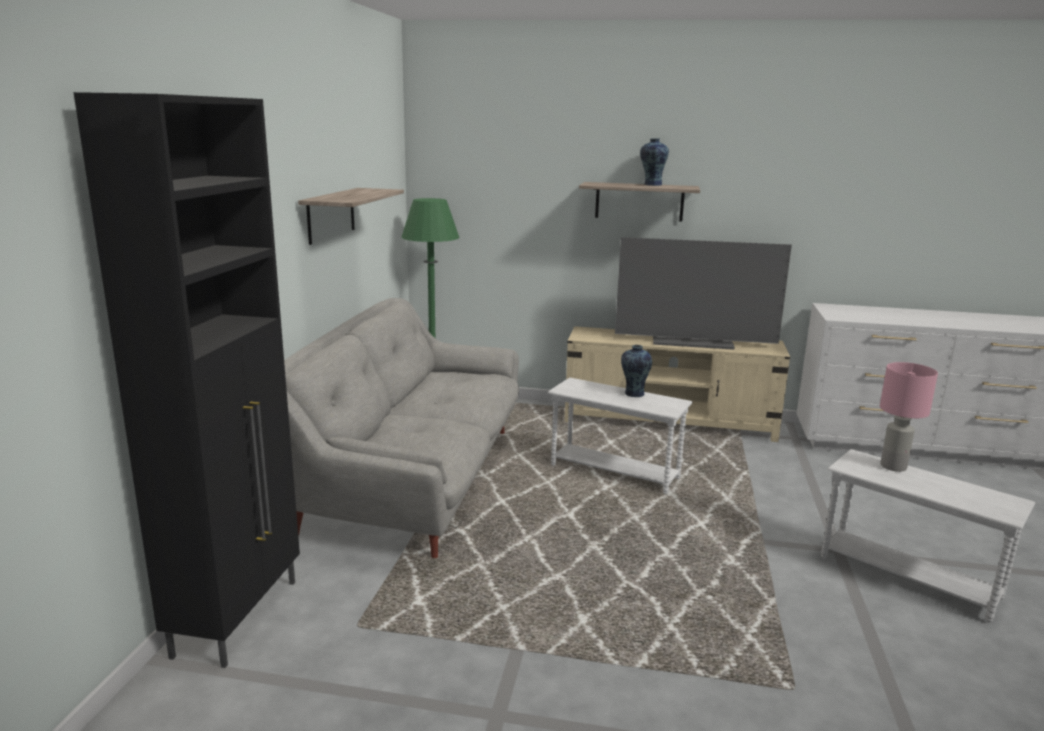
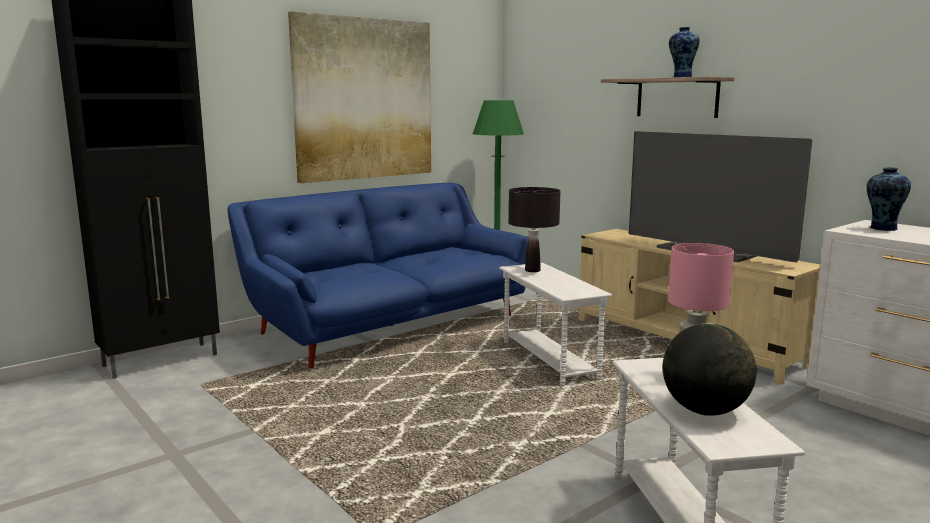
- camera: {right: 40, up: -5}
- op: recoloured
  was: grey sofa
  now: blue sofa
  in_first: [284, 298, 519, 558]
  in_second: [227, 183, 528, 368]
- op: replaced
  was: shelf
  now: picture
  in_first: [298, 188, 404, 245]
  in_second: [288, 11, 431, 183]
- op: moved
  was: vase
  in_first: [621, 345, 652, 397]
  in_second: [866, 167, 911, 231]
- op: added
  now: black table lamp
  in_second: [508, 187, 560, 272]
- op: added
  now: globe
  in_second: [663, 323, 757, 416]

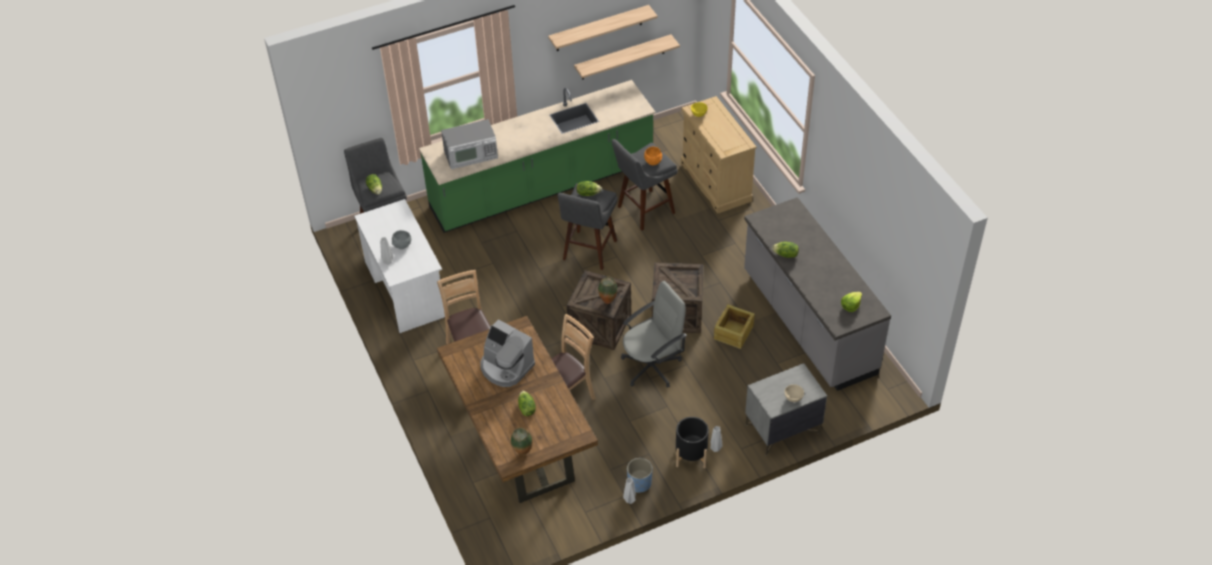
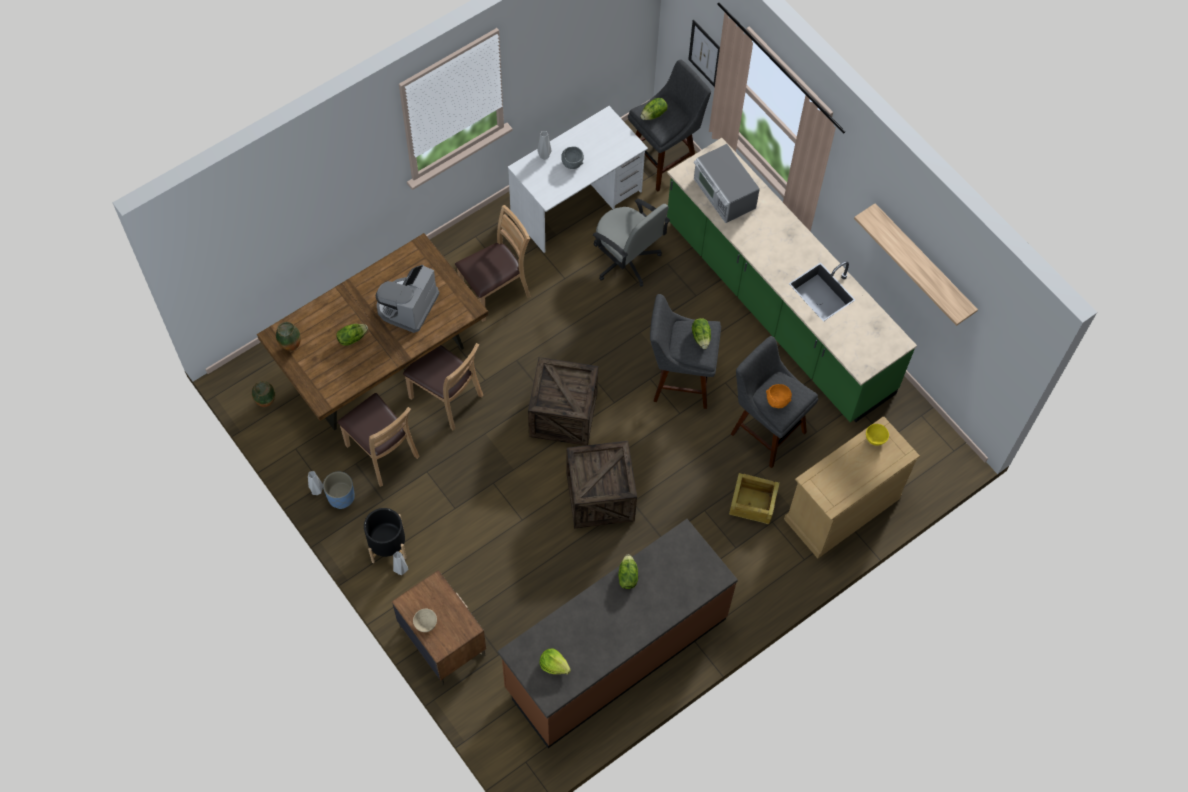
- camera: {right: 75, up: 15}
- op: removed
  was: shelf
  in_first: [574, 34, 680, 80]
- op: moved
  was: vase
  in_first: [598, 276, 617, 304]
  in_second: [252, 381, 275, 407]
- op: moved
  was: grey office chair
  in_first: [621, 281, 687, 388]
  in_second: [593, 199, 670, 287]
- op: moved
  was: crate
  in_first: [714, 304, 755, 349]
  in_second: [729, 473, 780, 524]
- op: recoloured
  was: grey counter
  now: brown counter
  in_first: [744, 197, 891, 391]
  in_second: [498, 519, 738, 748]
- op: recoloured
  was: grey nightstand
  now: brown nightstand
  in_first: [745, 363, 827, 456]
  in_second: [392, 570, 486, 686]
- op: added
  now: brown chair
  in_second: [338, 393, 420, 487]
- op: added
  now: picture
  in_second: [688, 20, 720, 87]

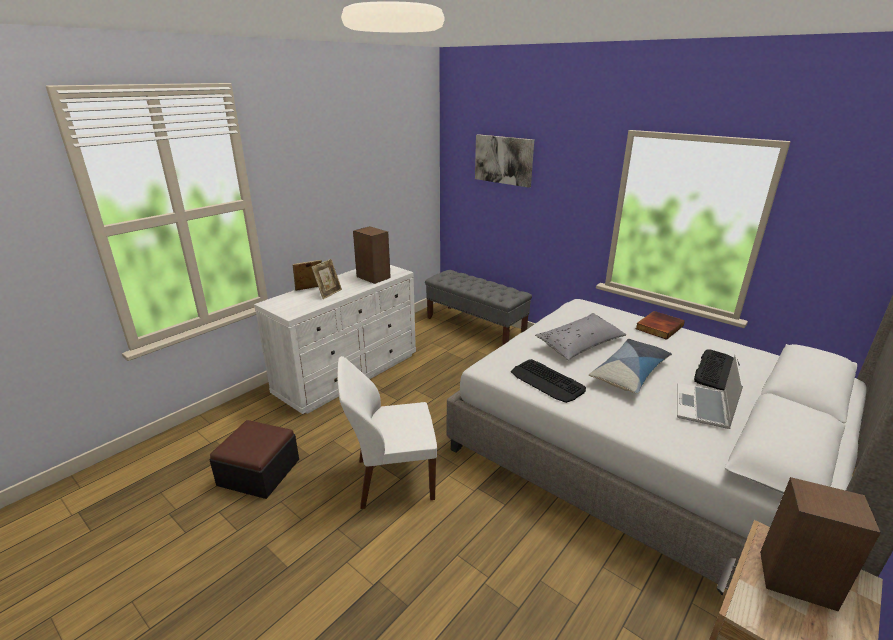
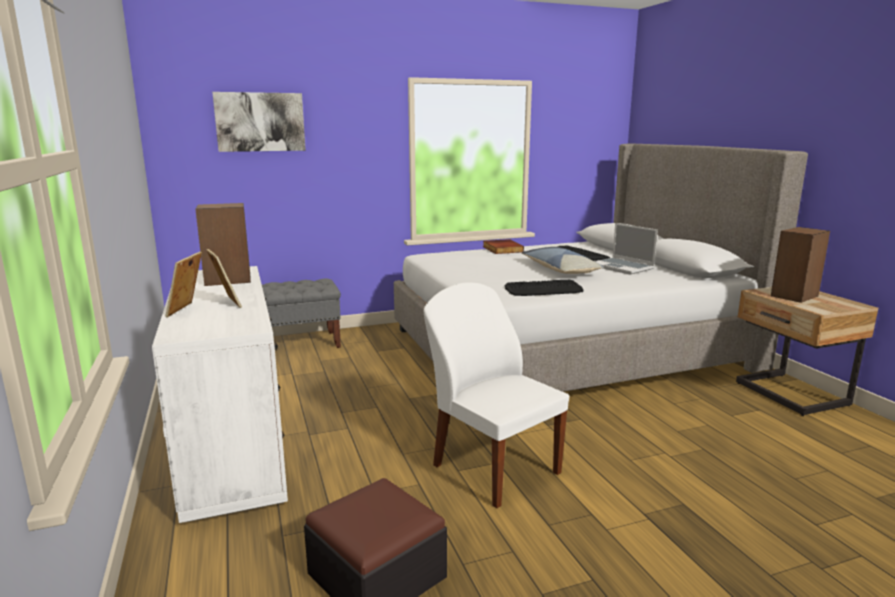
- camera: {right: -60, up: -10}
- op: turned
  was: white chair
  in_first: [337, 356, 437, 509]
  in_second: [424, 283, 569, 508]
  clockwise: 120
- op: removed
  was: grey pillow
  in_first: [535, 313, 626, 360]

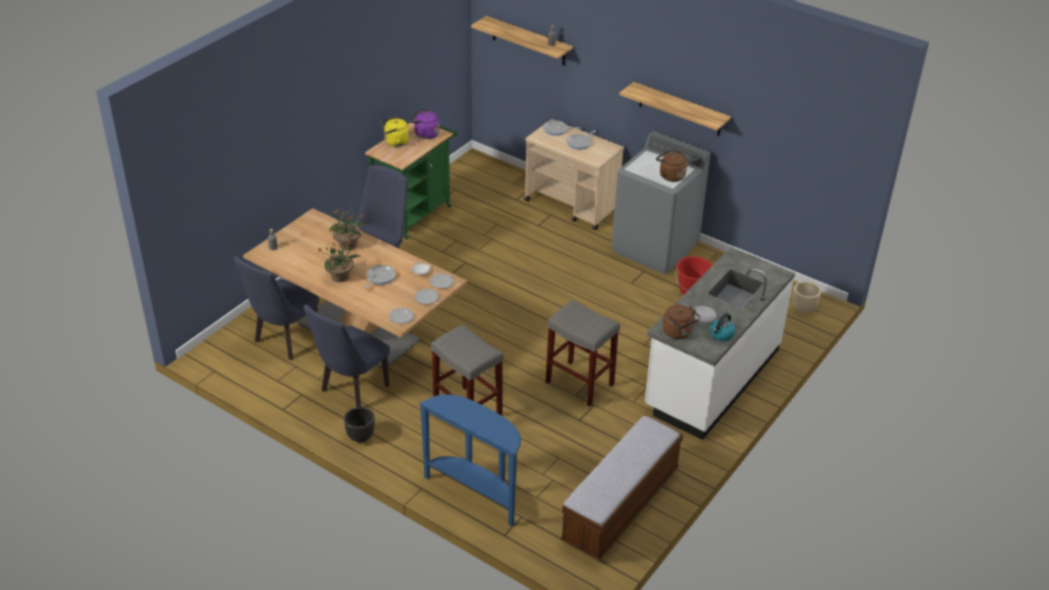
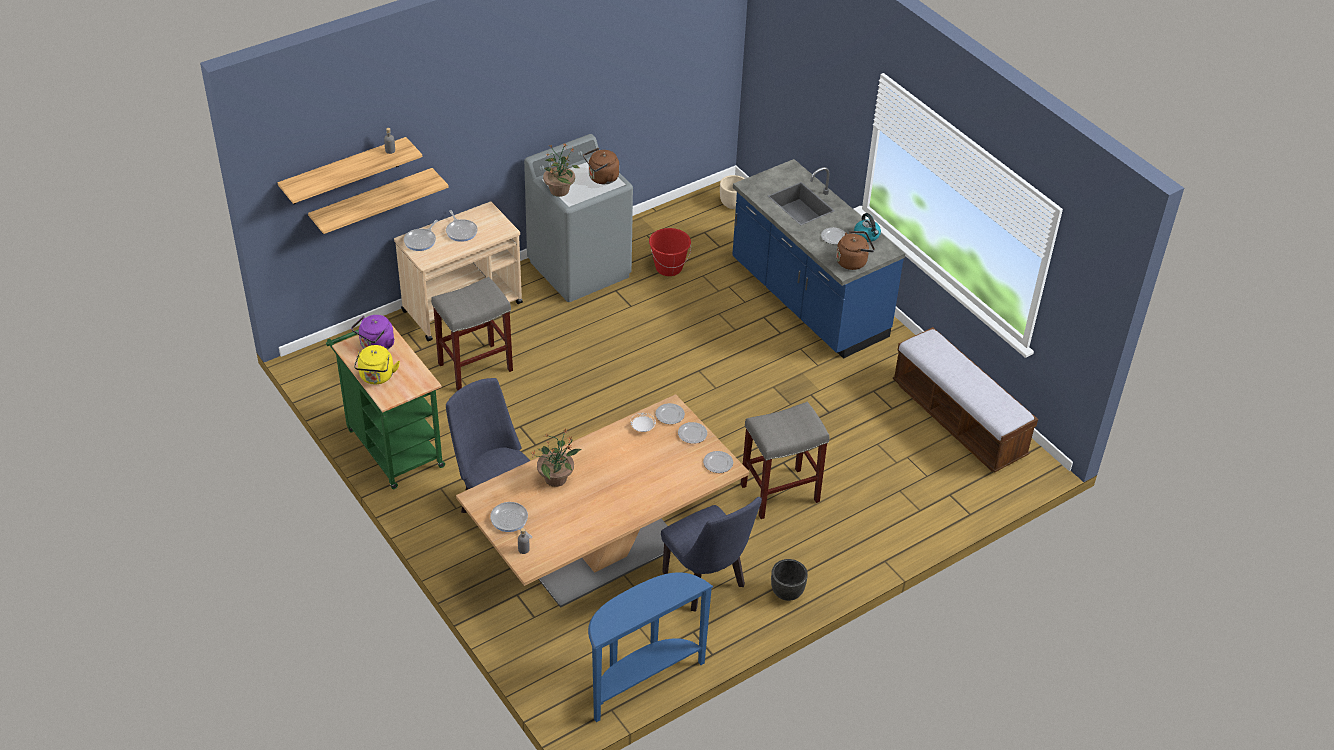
- camera: {right: -70, up: 5}
- op: removed
  was: blue chair
  in_first: [234, 256, 319, 360]
- op: moved
  was: potted plant
  in_first: [318, 236, 362, 282]
  in_second: [543, 143, 579, 197]
- op: moved
  was: frying pan
  in_first: [363, 265, 396, 289]
  in_second: [490, 502, 532, 539]
- op: moved
  was: blue console table
  in_first: [419, 394, 521, 526]
  in_second: [588, 572, 713, 722]
- op: moved
  was: grey stool
  in_first: [546, 300, 620, 407]
  in_second: [431, 277, 513, 390]
- op: moved
  was: shelf
  in_first: [619, 82, 731, 136]
  in_second: [308, 168, 449, 234]
- op: recoloured
  was: white counter
  now: blue counter
  in_first: [645, 247, 795, 440]
  in_second: [732, 159, 905, 359]

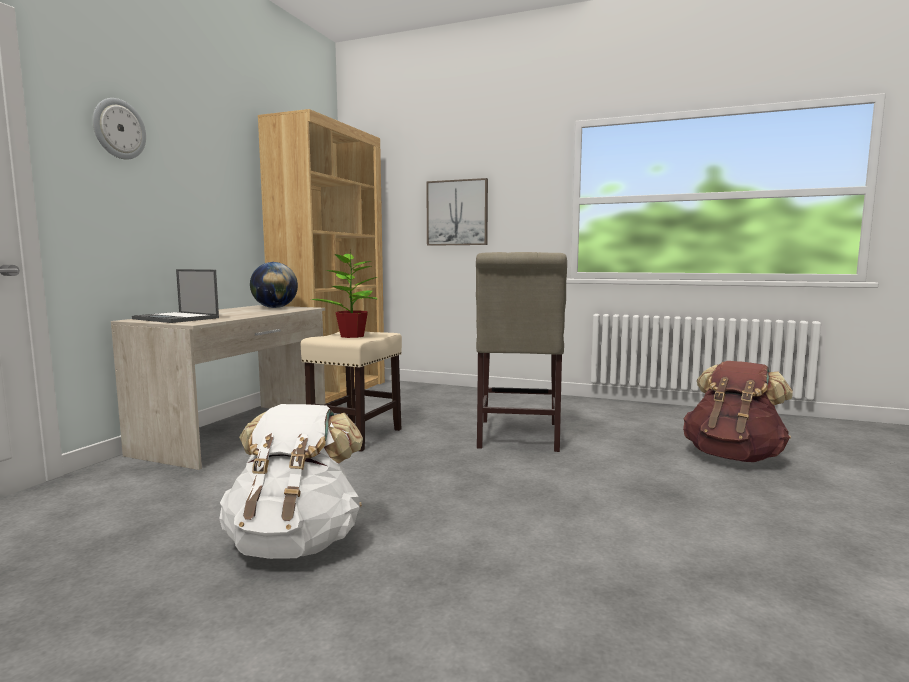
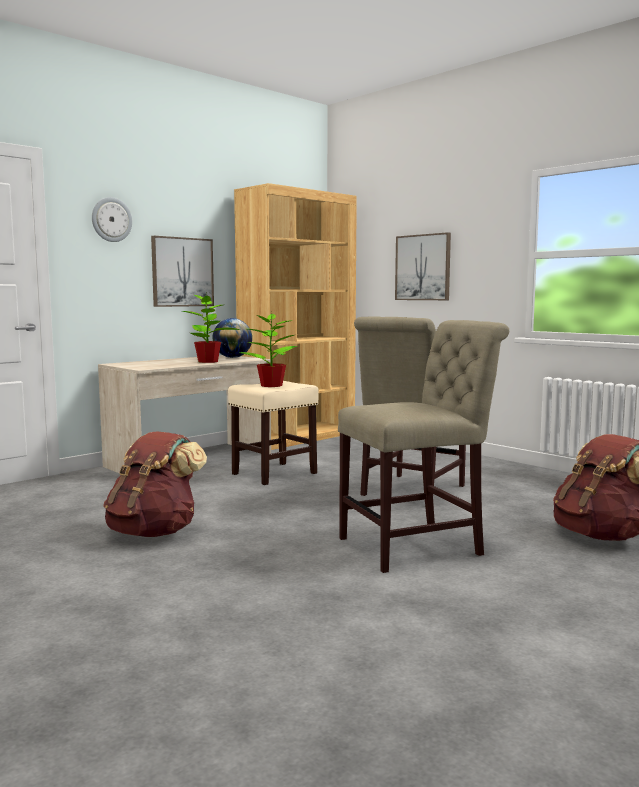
- camera: {right: 25, up: 0}
- op: removed
  was: laptop
  in_first: [132, 269, 219, 323]
- op: recoloured
  was: white backpack
  now: brown backpack
  in_first: [220, 404, 363, 559]
  in_second: [103, 431, 207, 537]
- op: added
  now: picture
  in_second: [151, 236, 214, 307]
- op: added
  now: potted plant
  in_second: [182, 291, 240, 363]
- op: added
  now: beige chair
  in_second: [338, 320, 509, 573]

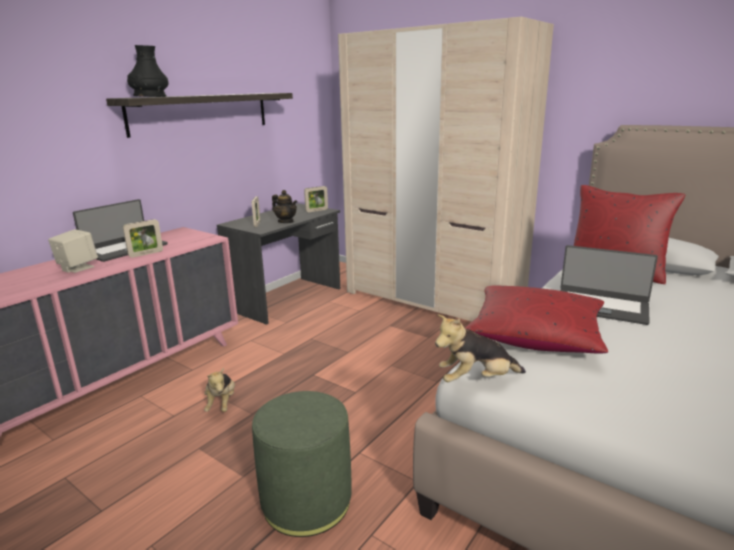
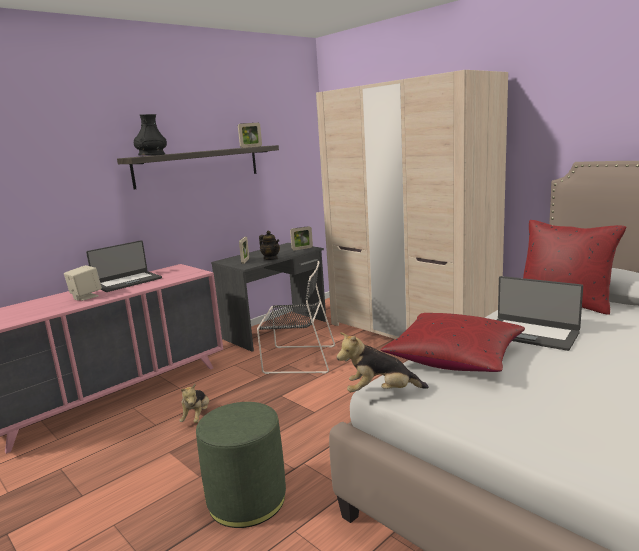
- camera: {right: 10, up: -5}
- op: moved
  was: picture frame
  in_first: [123, 219, 163, 258]
  in_second: [238, 123, 262, 148]
- op: added
  now: black chair
  in_second: [257, 261, 335, 374]

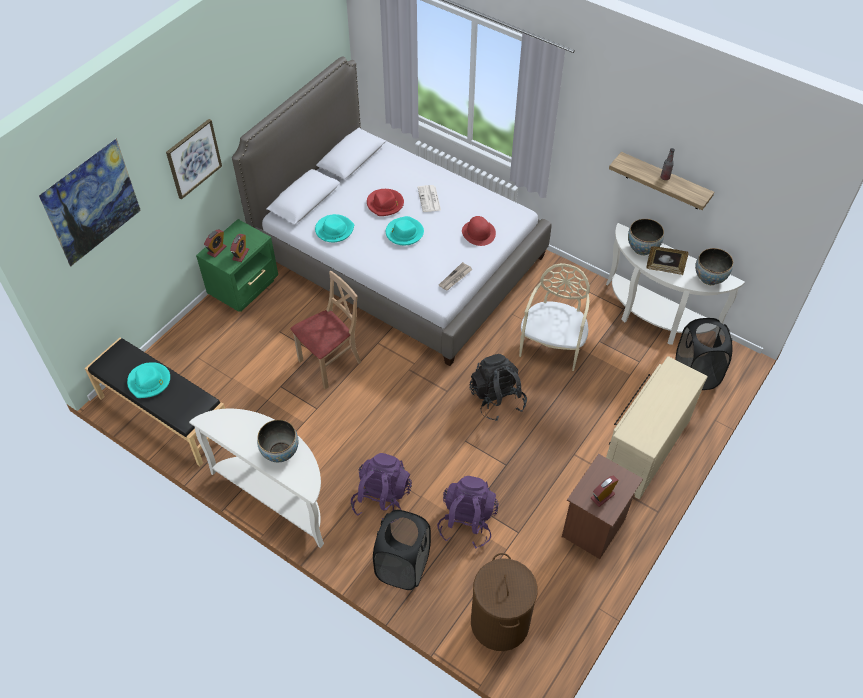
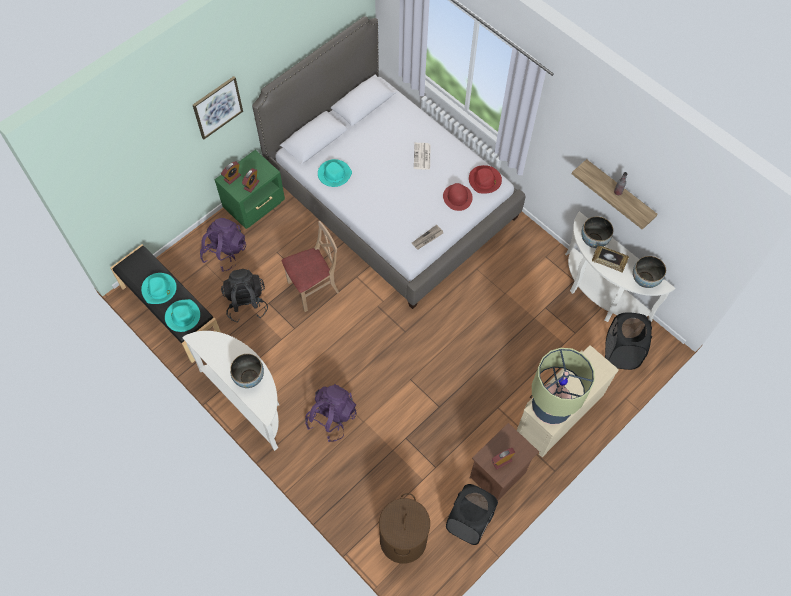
- camera: {right: 10, up: 10}
- op: removed
  was: picture
  in_first: [39, 138, 141, 267]
- op: moved
  was: red hat
  in_first: [367, 189, 404, 216]
  in_second: [469, 165, 502, 193]
- op: moved
  was: black laundry basket
  in_first: [373, 510, 431, 590]
  in_second: [446, 484, 498, 545]
- op: moved
  was: turquoise hat
  in_first: [386, 216, 424, 245]
  in_second: [165, 299, 200, 332]
- op: moved
  was: purple backpack
  in_first: [437, 476, 499, 549]
  in_second: [200, 218, 246, 272]
- op: moved
  was: black backpack
  in_first: [469, 354, 527, 421]
  in_second: [221, 269, 268, 323]
- op: removed
  was: beige chair
  in_first: [519, 263, 590, 371]
- op: added
  now: table lamp
  in_second: [532, 348, 595, 425]

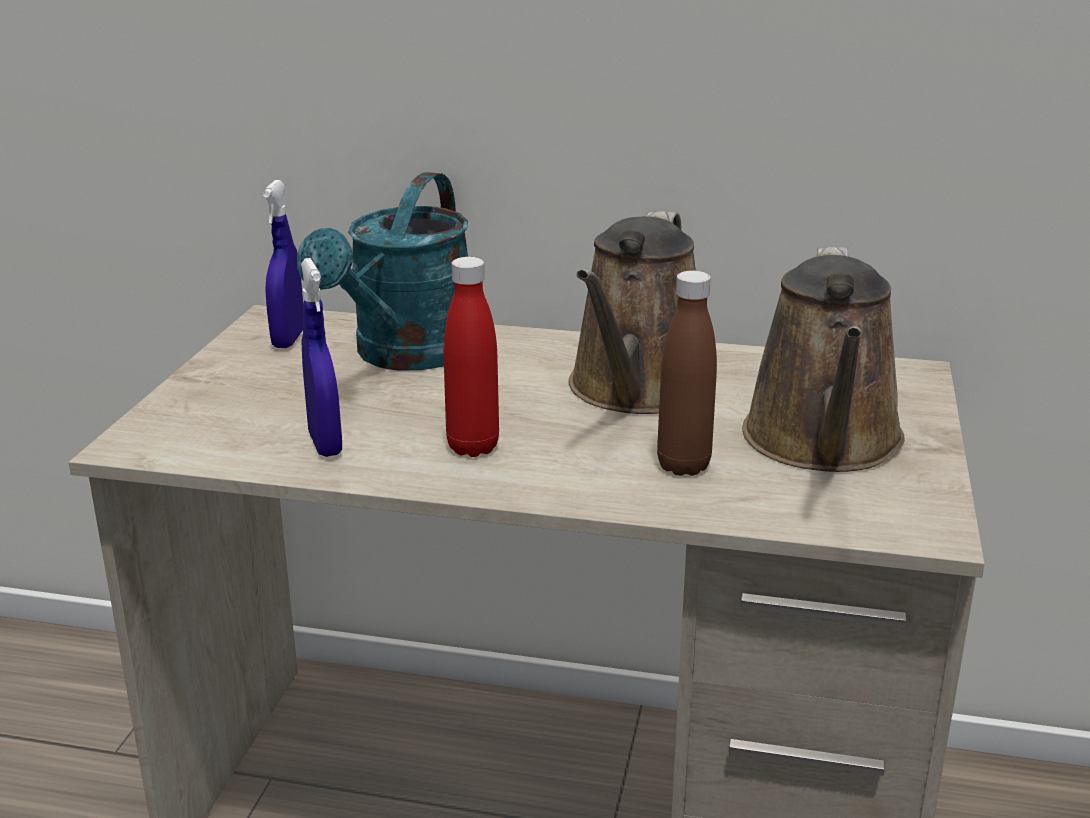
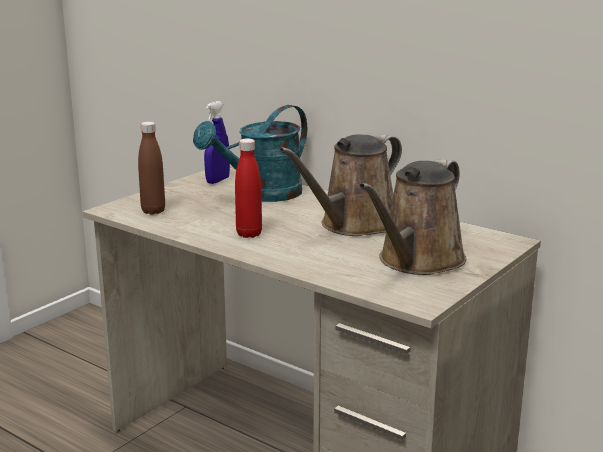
- camera: {right: 25, up: -5}
- op: removed
  was: blue spray bottle
  in_first: [301, 258, 342, 457]
- op: moved
  was: brown bottle
  in_first: [657, 271, 717, 476]
  in_second: [138, 122, 165, 215]

